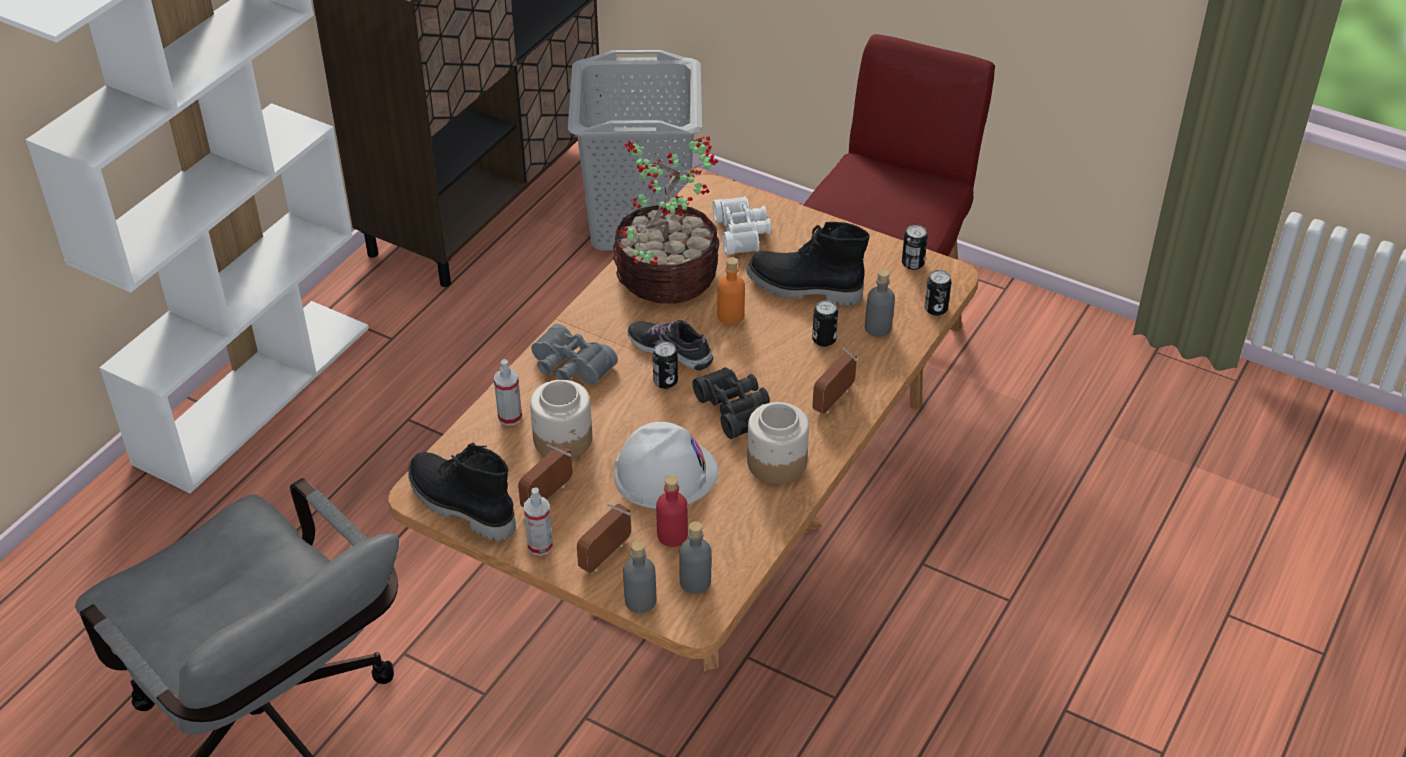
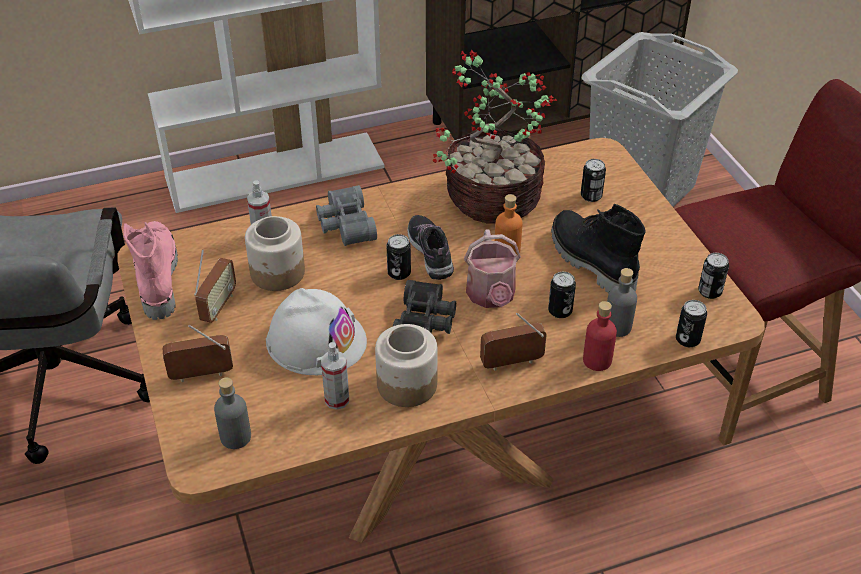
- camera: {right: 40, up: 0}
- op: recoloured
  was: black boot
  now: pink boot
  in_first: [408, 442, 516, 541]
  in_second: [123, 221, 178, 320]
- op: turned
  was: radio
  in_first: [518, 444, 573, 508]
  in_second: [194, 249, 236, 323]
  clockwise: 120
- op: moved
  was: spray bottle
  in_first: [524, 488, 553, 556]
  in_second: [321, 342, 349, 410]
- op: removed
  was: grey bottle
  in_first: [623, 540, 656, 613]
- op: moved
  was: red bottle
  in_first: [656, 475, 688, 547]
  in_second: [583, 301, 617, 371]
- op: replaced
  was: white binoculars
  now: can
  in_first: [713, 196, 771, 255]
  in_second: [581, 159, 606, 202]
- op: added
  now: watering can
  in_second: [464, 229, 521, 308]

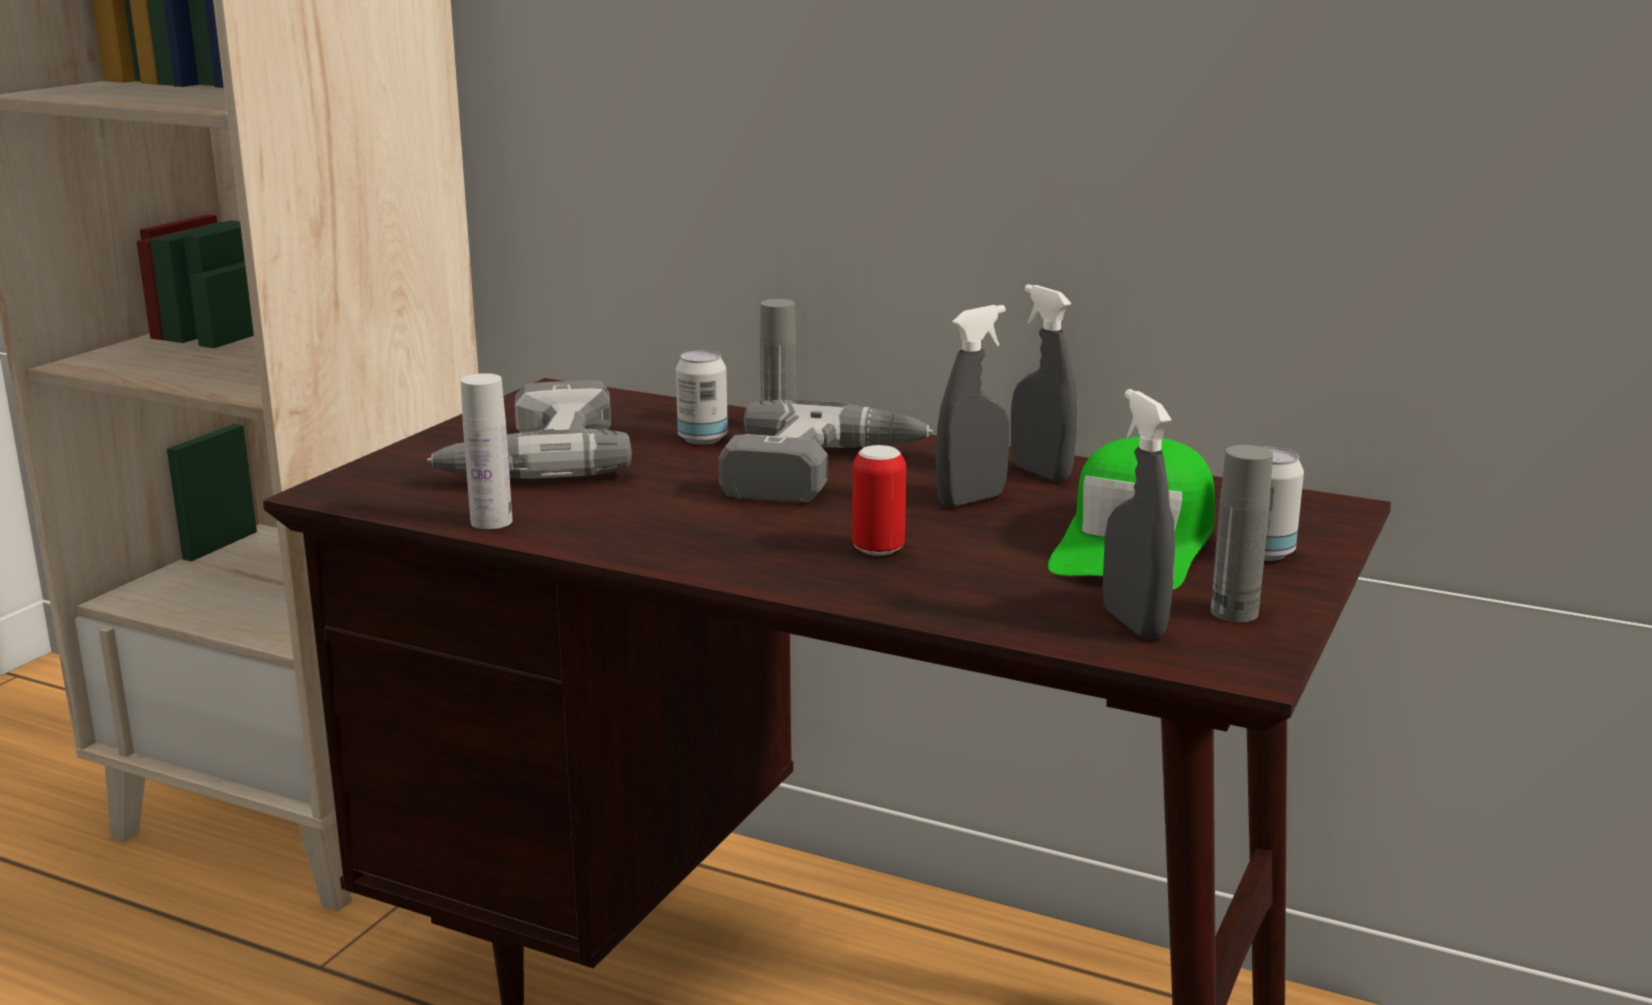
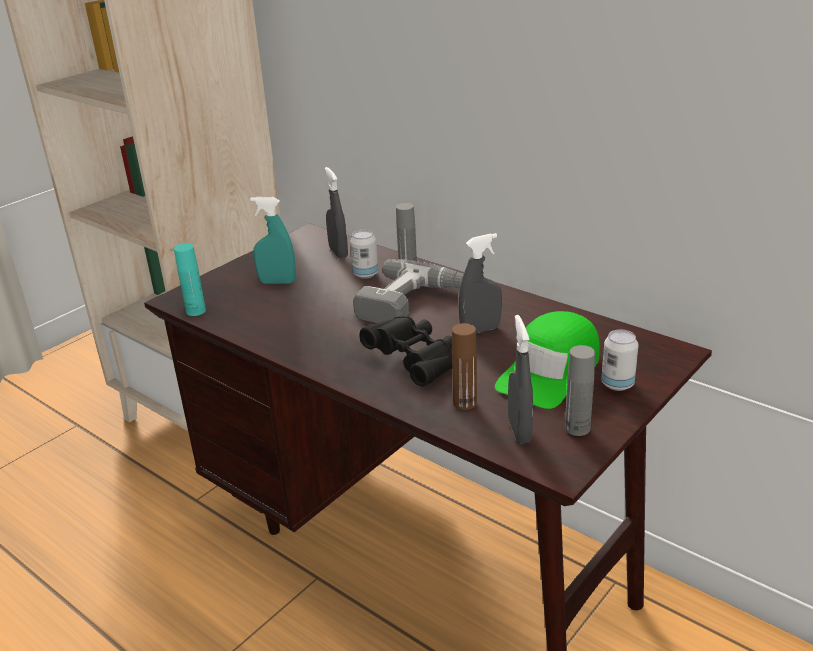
- camera: {right: 15, up: 10}
- op: replaced
  was: power drill
  now: turquoise spray bottle
  in_first: [427, 380, 632, 479]
  in_second: [250, 197, 296, 284]
- op: removed
  was: white bottle
  in_first: [461, 373, 512, 529]
- op: replaced
  was: can
  now: black binoculars
  in_first: [852, 445, 906, 556]
  in_second: [359, 316, 452, 386]
- op: moved
  was: grey spray bottle
  in_first: [1011, 284, 1077, 482]
  in_second: [325, 167, 348, 259]
- op: added
  now: turquoise bottle
  in_second: [174, 243, 206, 316]
- op: added
  now: brown bottle
  in_second: [452, 323, 477, 410]

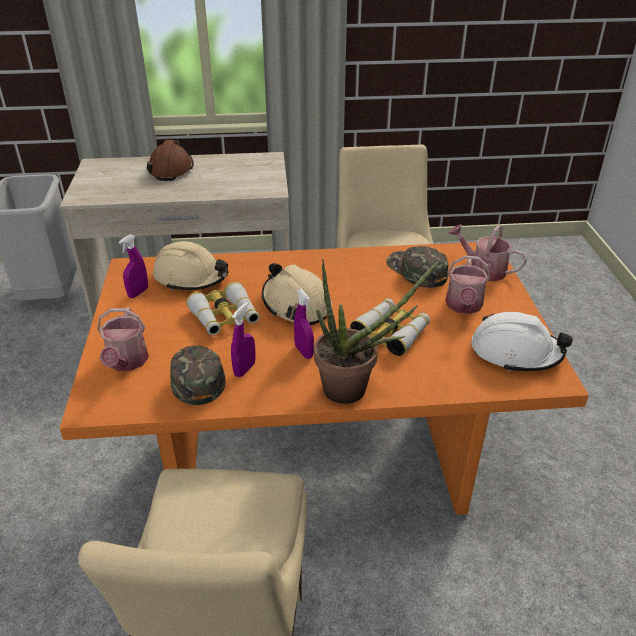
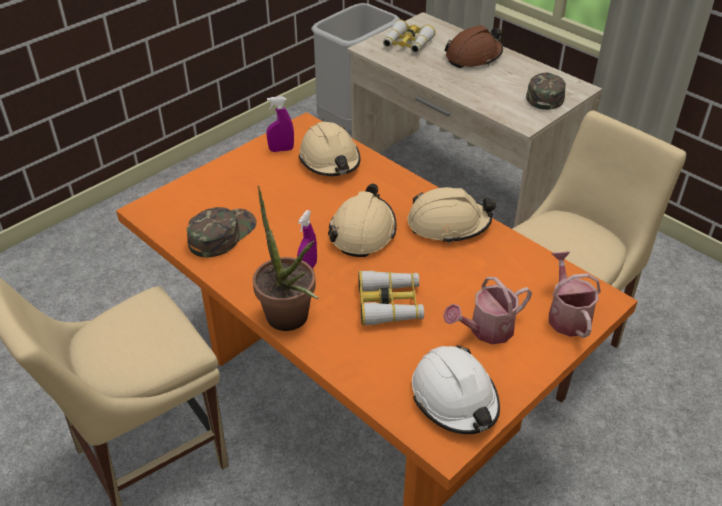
- camera: {right: 50, up: 5}
- op: removed
  was: watering can
  in_first: [97, 307, 149, 371]
- op: moved
  was: binoculars
  in_first: [186, 281, 260, 335]
  in_second: [383, 20, 435, 53]
- op: removed
  was: purple spray bottle
  in_first: [231, 302, 256, 377]
- op: moved
  was: green cap
  in_first: [386, 246, 449, 288]
  in_second: [526, 72, 566, 110]
- op: added
  now: beige hard hat
  in_second: [407, 187, 496, 244]

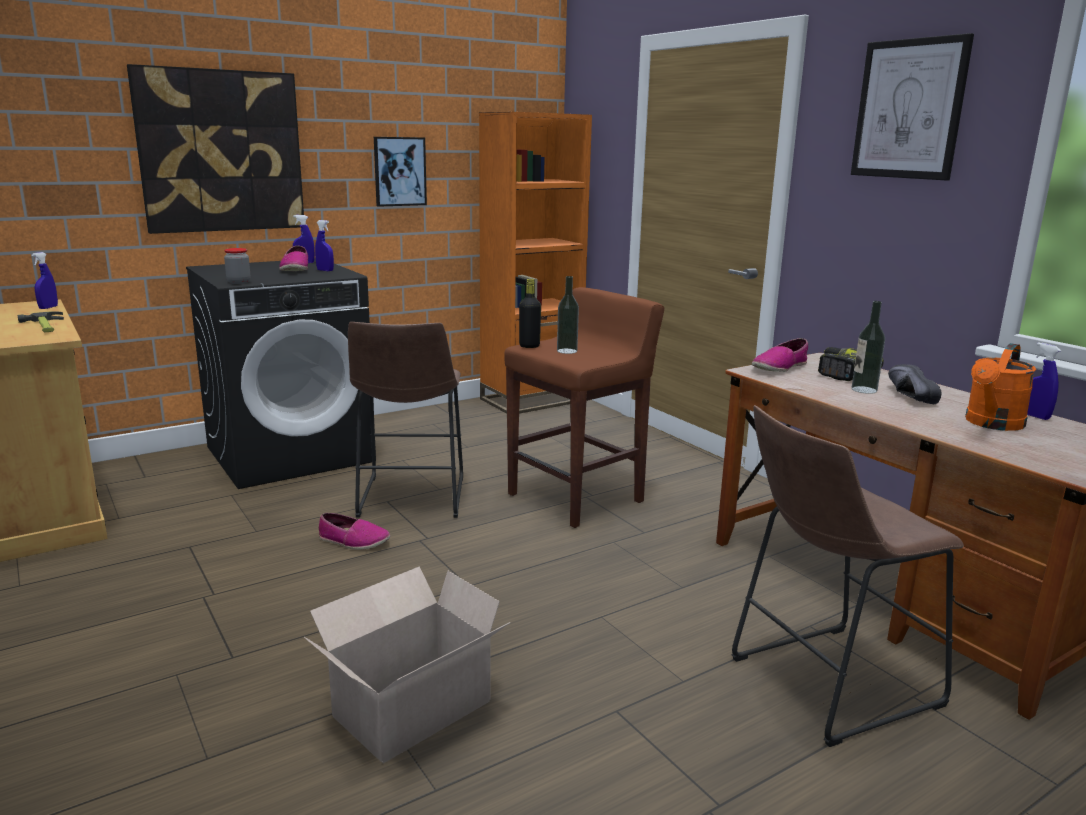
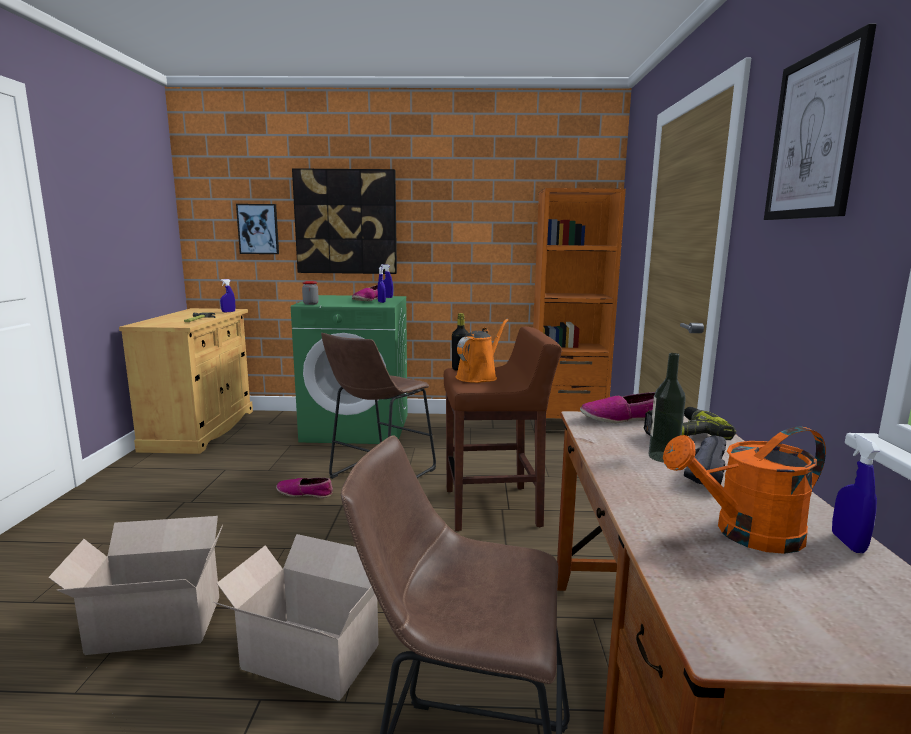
- camera: {right: 35, up: -5}
- op: recoloured
  was: black washing machine
  now: green washing machine
  in_first: [186, 259, 376, 489]
  in_second: [291, 295, 407, 444]
- op: turned
  was: shoe
  in_first: [319, 513, 390, 550]
  in_second: [276, 478, 333, 498]
  clockwise: 135
- op: moved
  was: picture
  in_first: [374, 137, 427, 207]
  in_second: [236, 204, 279, 254]
- op: replaced
  was: bottle
  now: orange watering can
  in_first: [557, 276, 579, 354]
  in_second: [456, 319, 509, 383]
- op: added
  now: cardboard box
  in_second: [213, 534, 379, 701]

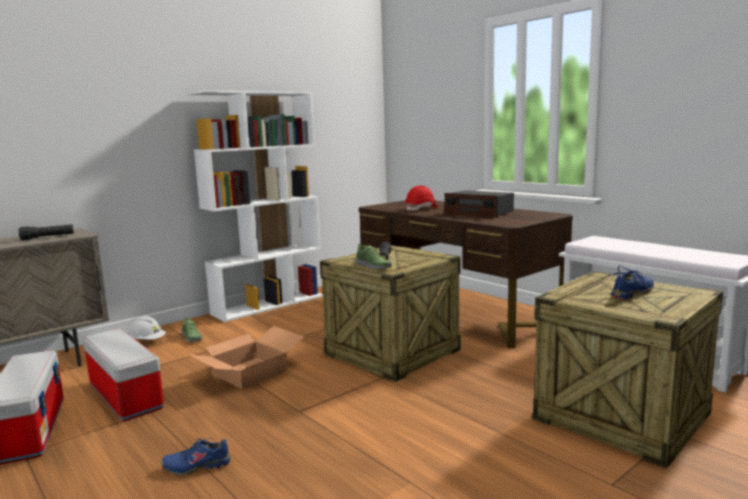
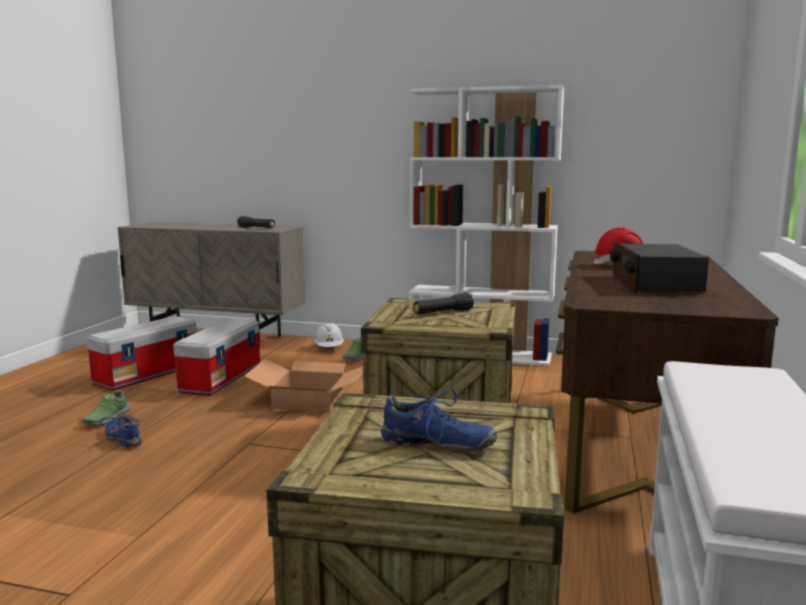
- camera: {right: 55, up: 0}
- op: moved
  was: shoe
  in_first: [355, 244, 392, 269]
  in_second: [82, 388, 130, 426]

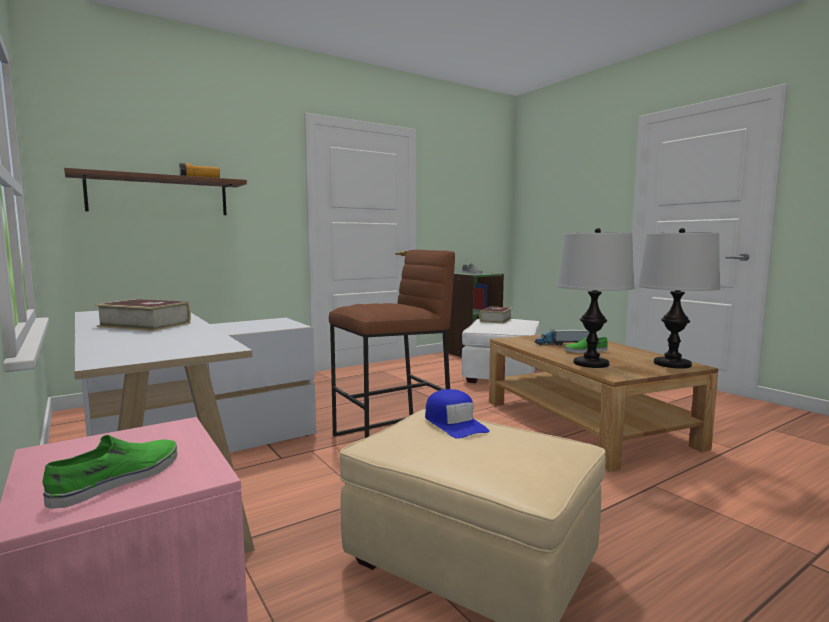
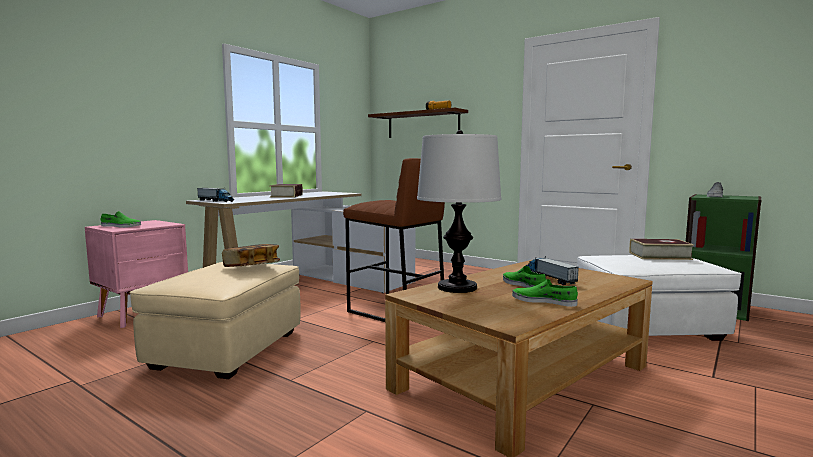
- camera: {right: 70, up: 0}
- op: replaced
  was: blue cap
  now: book
  in_first: [425, 389, 489, 439]
  in_second: [222, 244, 280, 267]
- op: removed
  was: table lamp
  in_first: [638, 228, 720, 369]
- op: added
  now: toy truck
  in_second: [197, 187, 234, 202]
- op: added
  now: green shoe
  in_second: [512, 279, 578, 307]

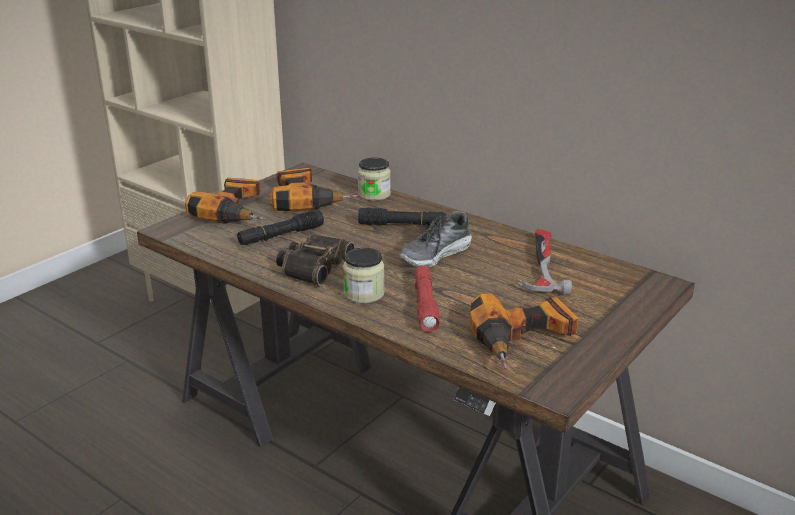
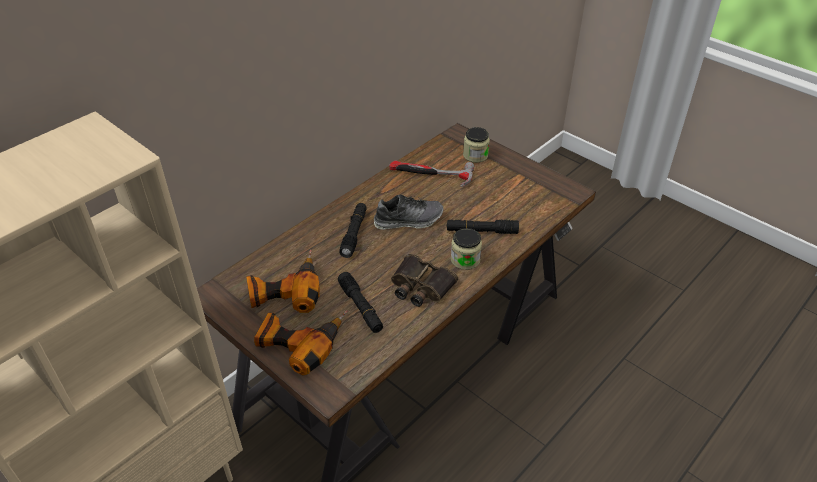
- camera: {right: -85, up: 15}
- op: moved
  was: jar
  in_first: [358, 158, 391, 201]
  in_second: [463, 127, 490, 163]
- op: turned
  was: shoe
  in_first: [399, 211, 472, 268]
  in_second: [374, 195, 444, 230]
  clockwise: -60
- op: recoloured
  was: red flashlight
  now: black flashlight
  in_first: [414, 265, 440, 332]
  in_second: [447, 220, 519, 234]
- op: removed
  was: power drill
  in_first: [469, 293, 578, 369]

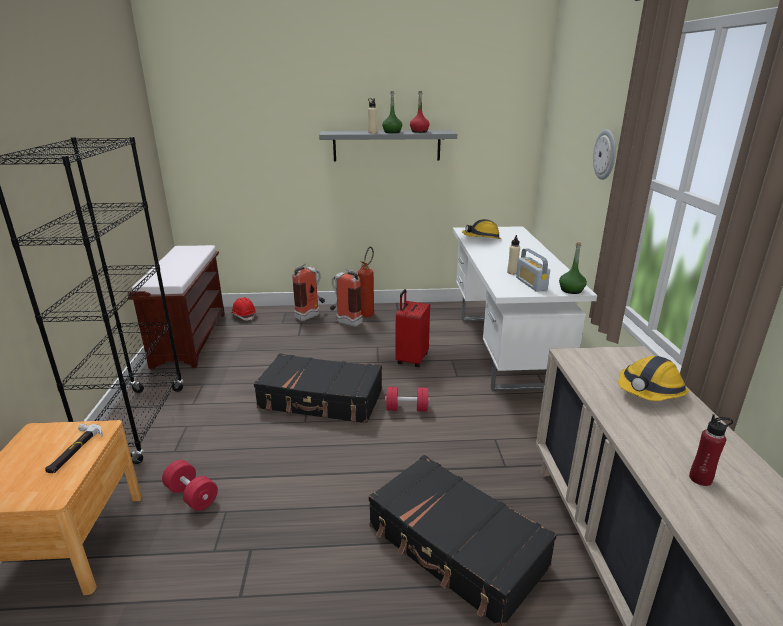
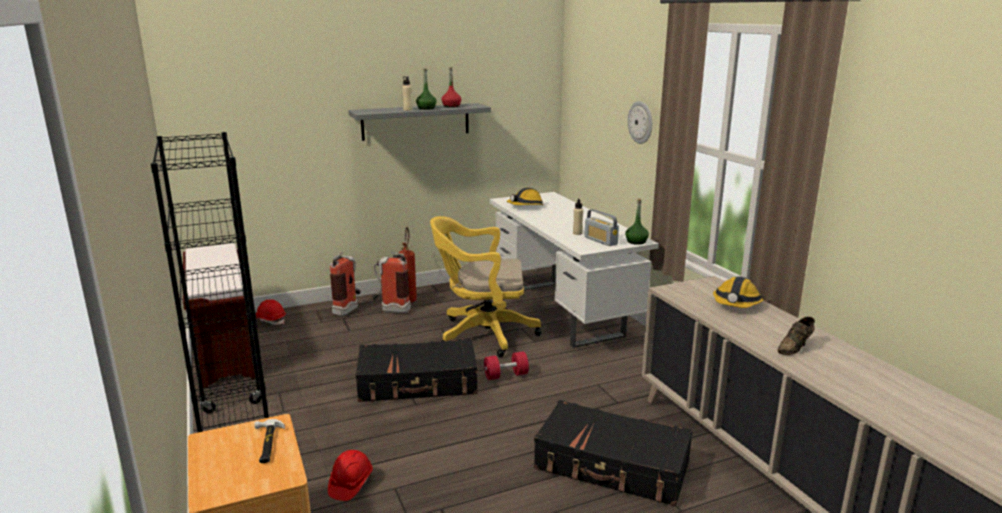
- camera: {right: -20, up: -5}
- op: replaced
  was: red dumbbell
  now: red hard hat
  in_first: [162, 460, 218, 511]
  in_second: [328, 450, 373, 501]
- op: replaced
  was: red suitcase
  now: yellow office chair
  in_first: [395, 289, 430, 367]
  in_second: [430, 216, 542, 357]
- op: replaced
  was: red bottle
  now: brown shoe
  in_first: [689, 414, 733, 486]
  in_second: [778, 317, 815, 355]

